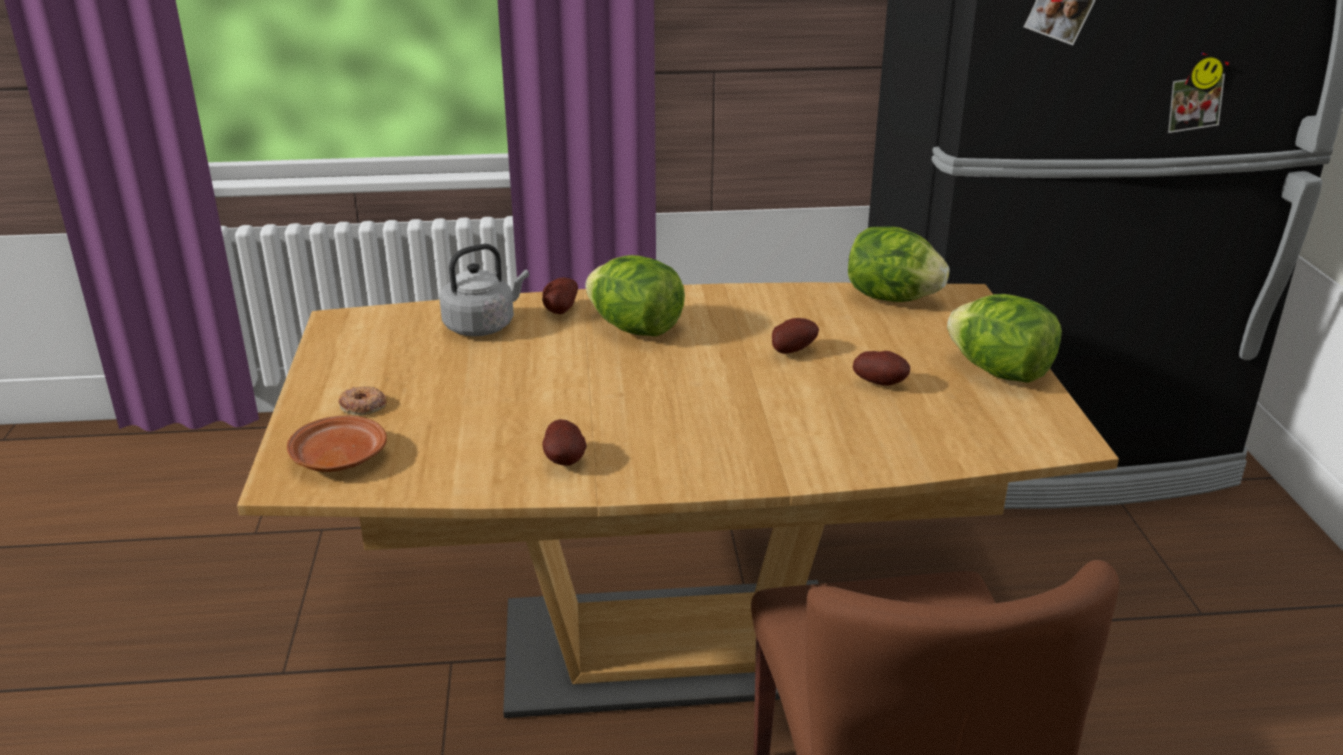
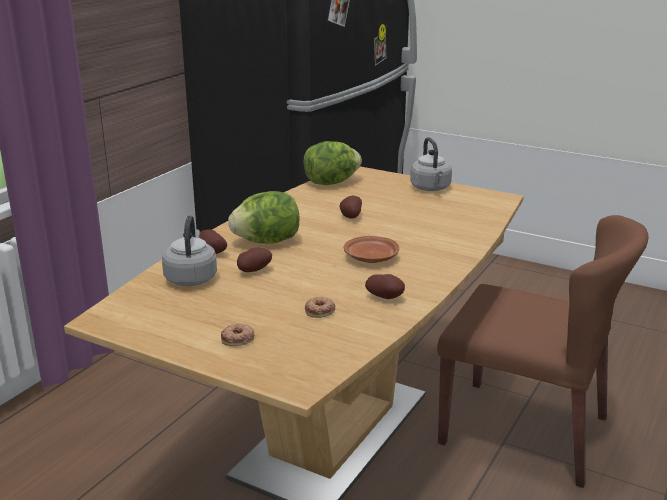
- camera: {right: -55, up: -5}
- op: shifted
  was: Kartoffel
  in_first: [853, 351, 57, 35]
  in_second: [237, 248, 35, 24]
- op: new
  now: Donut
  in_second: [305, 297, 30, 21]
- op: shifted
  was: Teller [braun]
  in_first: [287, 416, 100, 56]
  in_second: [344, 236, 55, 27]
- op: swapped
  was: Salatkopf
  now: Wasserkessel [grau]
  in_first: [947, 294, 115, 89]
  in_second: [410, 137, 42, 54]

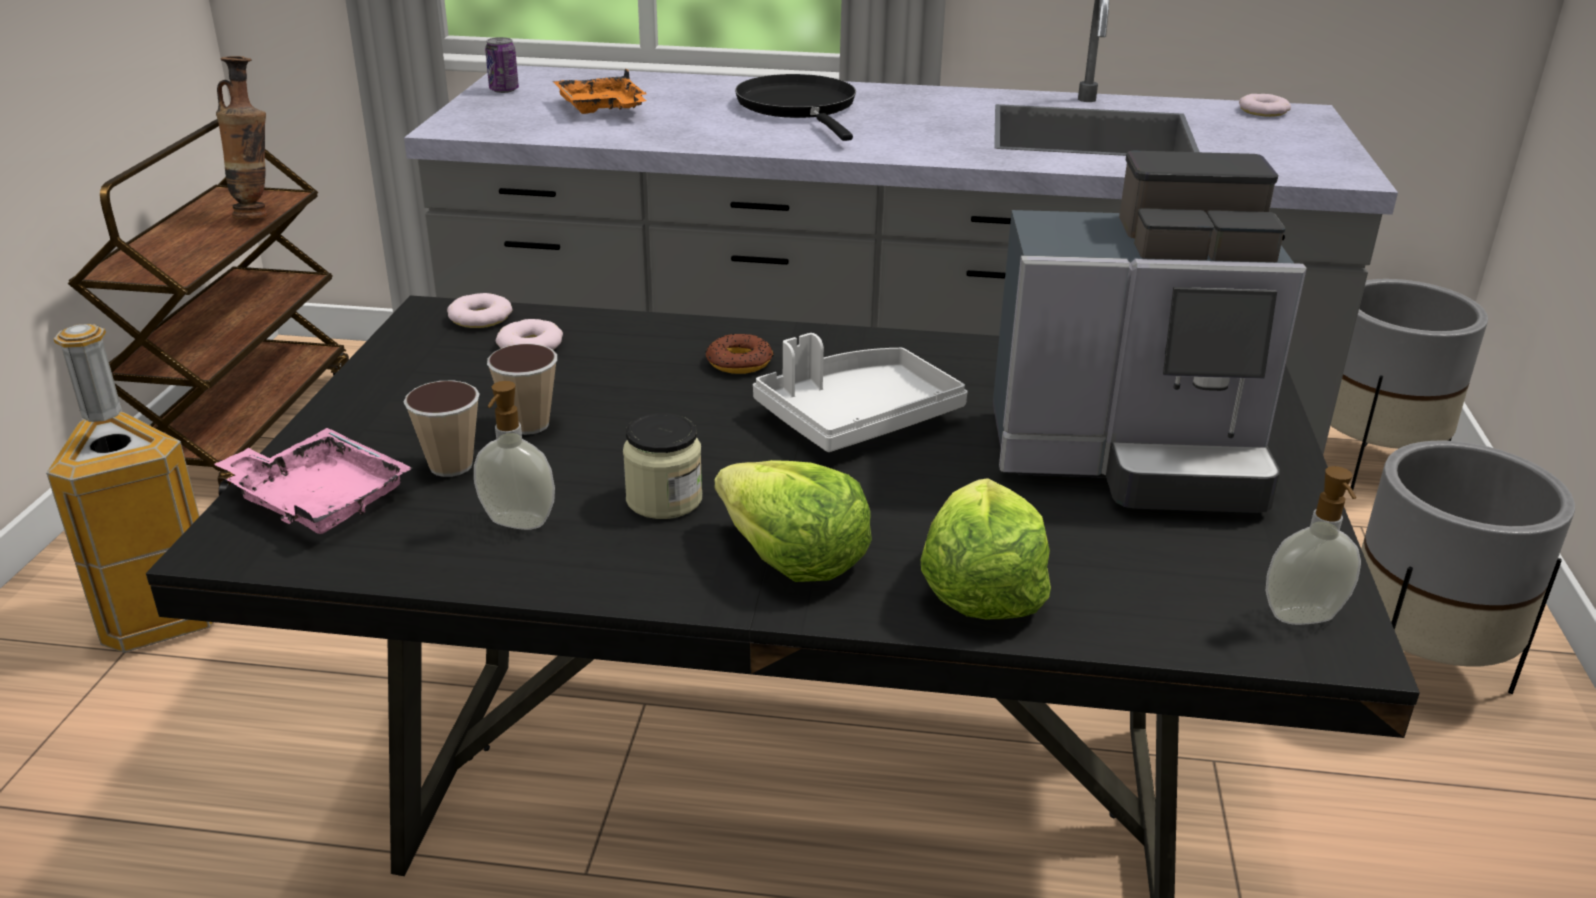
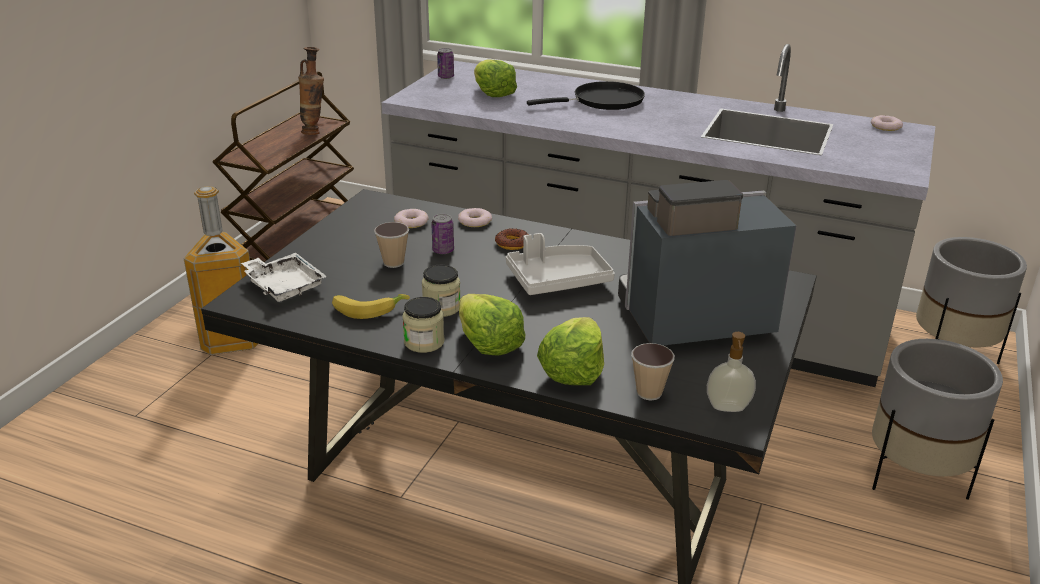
- camera: {right: 15, up: 0}
- op: repainted
  was: Tablett [rosa]
  now: Tablett [weiß]
  in_first: [214, 428, 198, 106]
  in_second: [241, 253, 86, 49]
- op: swapped
  was: Seifenspender
  now: Banane
  in_first: [474, 381, 81, 149]
  in_second: [332, 294, 78, 25]
- op: new
  now: Vorratsglas
  in_second: [402, 297, 42, 56]
- op: new
  now: Dose
  in_second: [431, 214, 23, 40]
- op: shifted
  was: Donut
  in_first: [447, 293, 65, 35]
  in_second: [458, 208, 34, 19]
- op: swapped
  was: Tablett [orange]
  now: Salatkopf
  in_first: [553, 68, 94, 46]
  in_second: [474, 60, 43, 37]
- op: rotated
  was: Pfanne [schwarz]
  in_first: [735, 74, 121, 67]
  in_second: [527, 81, 118, 29]
  clockwise: 75
- op: rotated
  was: Kaffeemaschine
  in_first: [993, 151, 314, 362]
  in_second: [618, 180, 178, 165]
  clockwise: 150
- op: shifted
  was: Tasse
  in_first: [404, 380, 76, 97]
  in_second: [631, 343, 44, 57]

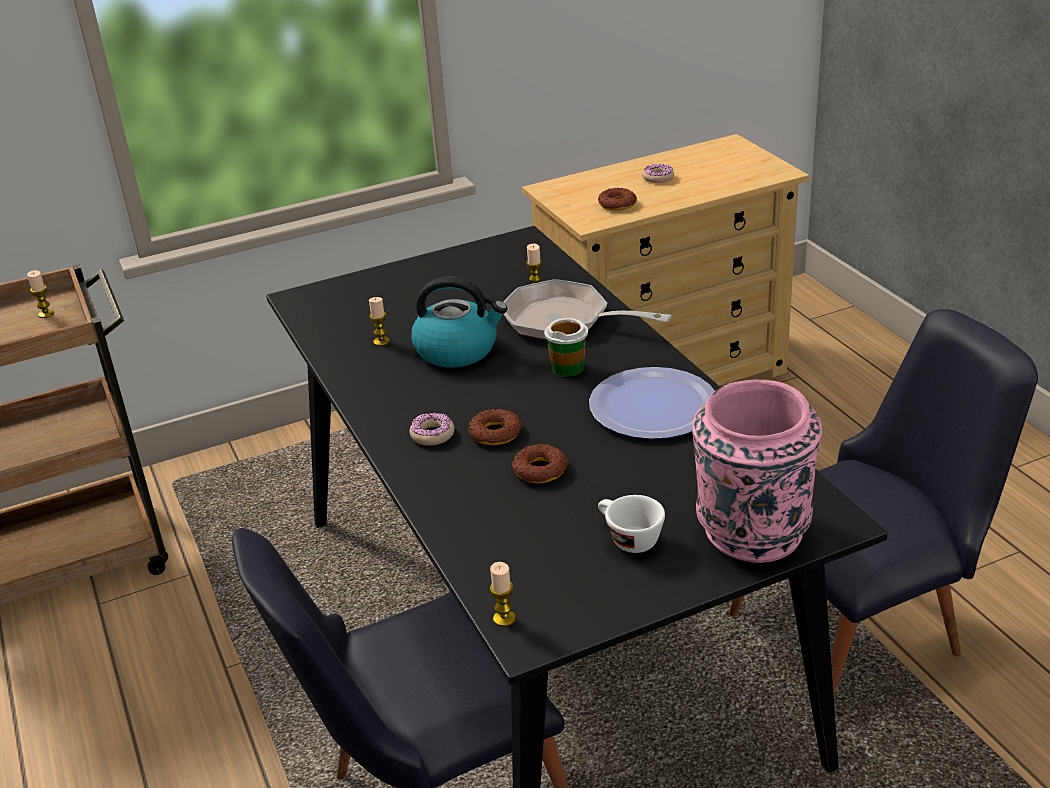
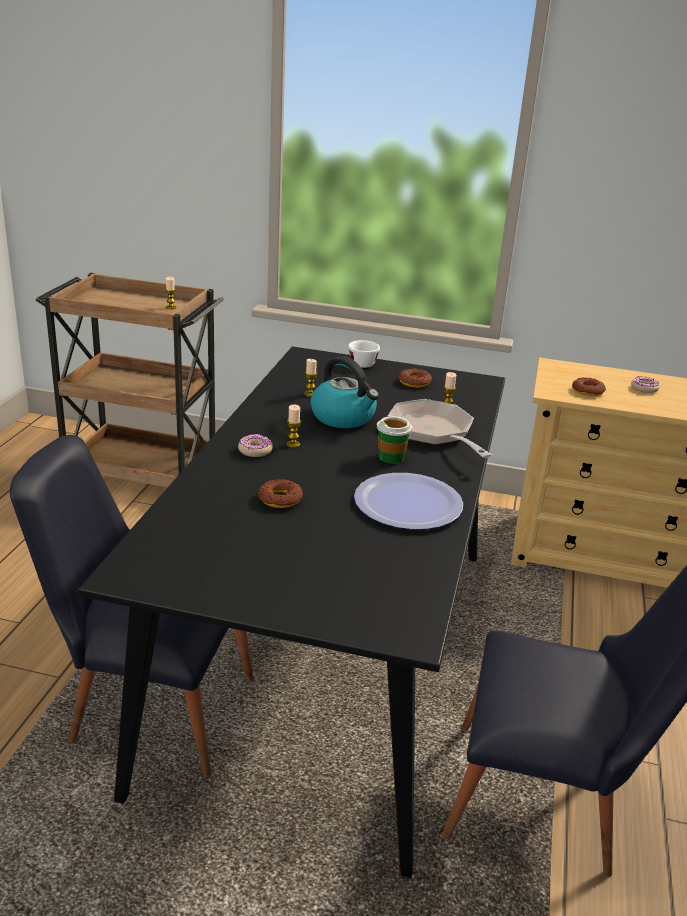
- camera: {right: 35, up: -5}
- op: shifted
  was: Kerze
  in_first: [490, 562, 26, 65]
  in_second: [286, 404, 15, 44]
- op: shifted
  was: Tasse [weiß]
  in_first: [598, 495, 67, 58]
  in_second: [348, 340, 32, 28]
- op: shifted
  was: Donut
  in_first: [468, 409, 53, 36]
  in_second: [398, 368, 34, 20]
- op: gone
  was: Vase [rosa]
  in_first: [692, 380, 130, 183]

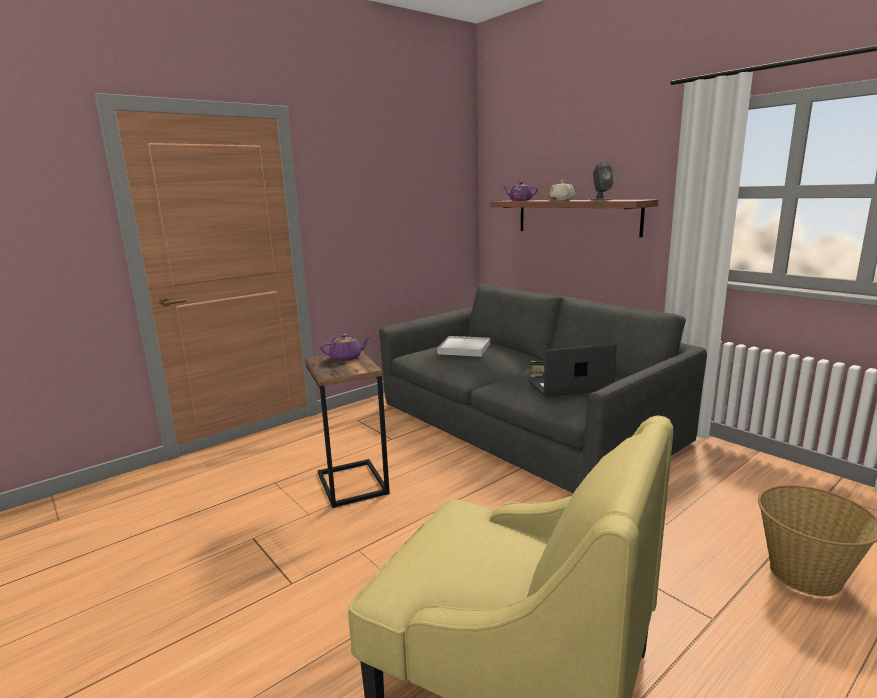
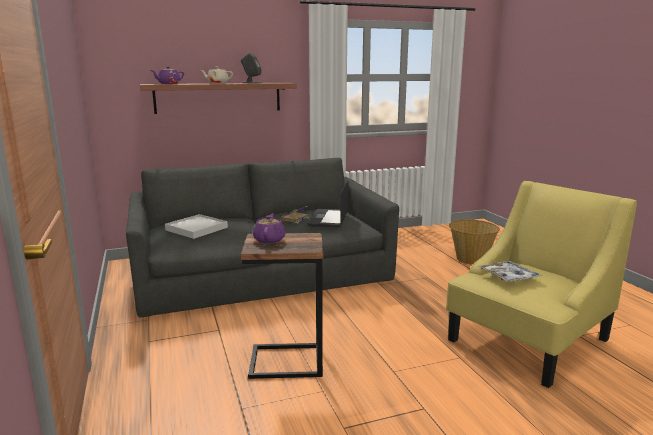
- camera: {right: -70, up: 0}
- op: new
  now: Tablett
  in_second: [479, 261, 63, 21]

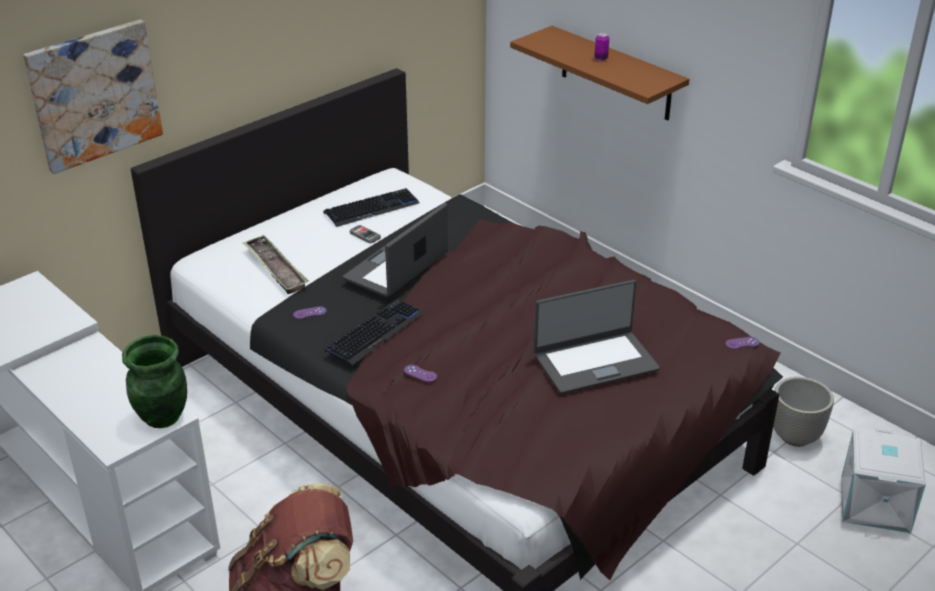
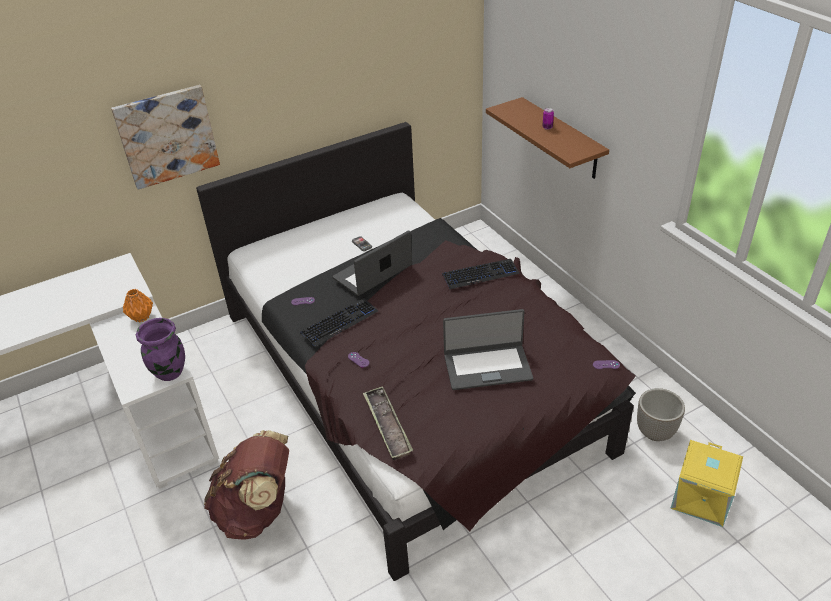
- camera: {right: 15, up: 5}
- op: new
  now: Vase [orange]
  in_second: [123, 289, 30, 34]
- op: repainted
  was: Vase [grün]
  now: Vase [lila]
  in_first: [122, 335, 65, 93]
  in_second: [136, 318, 49, 63]
- op: shifted
  was: Tablett
  in_first: [243, 234, 66, 60]
  in_second: [363, 386, 50, 74]
- op: shifted
  was: Tastatur
  in_first: [323, 188, 97, 39]
  in_second: [442, 259, 78, 30]
- op: repainted
  was: Aufbewahrungsbox [weiß]
  now: Aufbewahrungsbox [gelb]
  in_first: [841, 429, 85, 104]
  in_second: [670, 440, 73, 87]

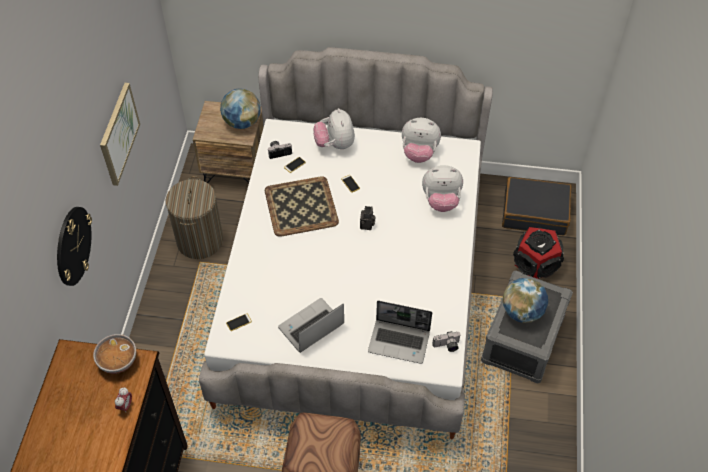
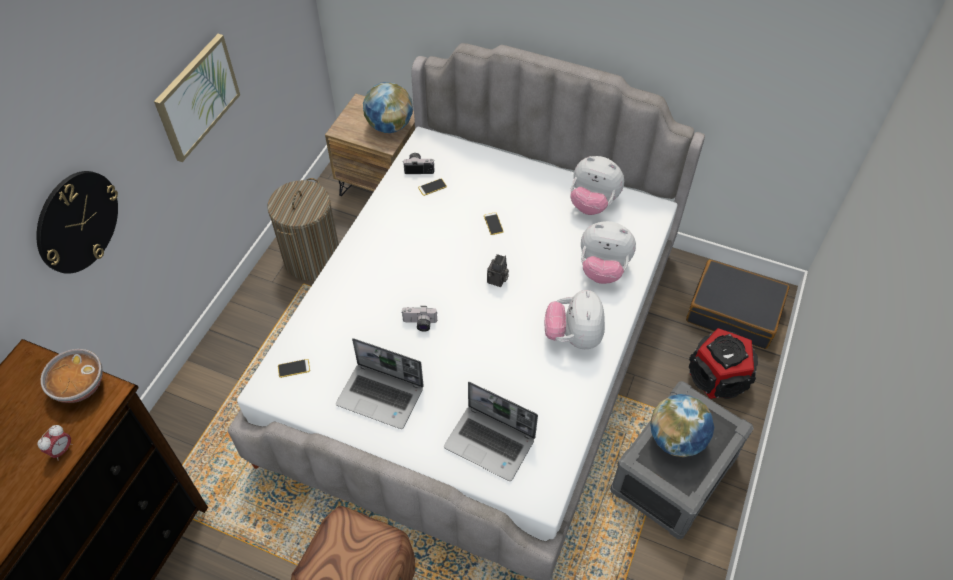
- camera: {right: 15, up: 0}
- op: rotated
  was: Laptop
  in_first: [278, 298, 66, 55]
  in_second: [336, 338, 88, 91]
  clockwise: -135
- op: shifted
  was: Kamera
  in_first: [432, 331, 29, 21]
  in_second: [401, 306, 36, 26]
- op: shifted
  was: Plüschtier
  in_first: [313, 108, 42, 41]
  in_second: [545, 290, 60, 59]
- op: gone
  was: Tablett
  in_first: [265, 176, 74, 61]

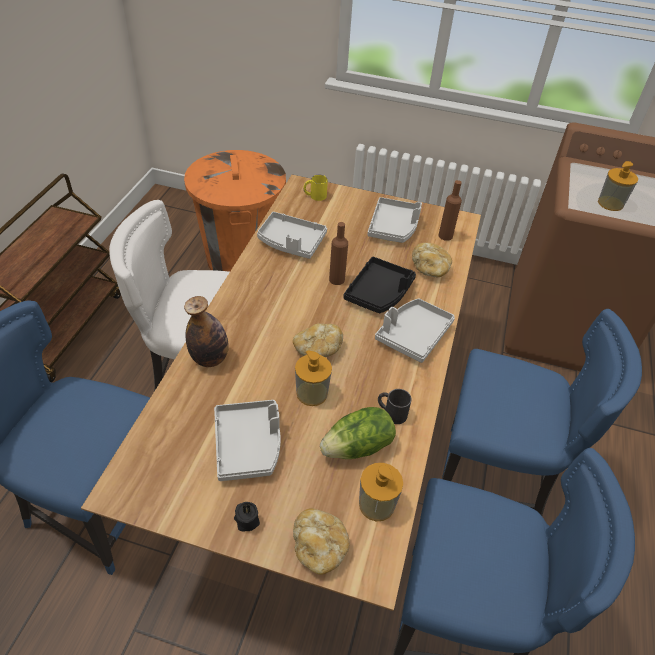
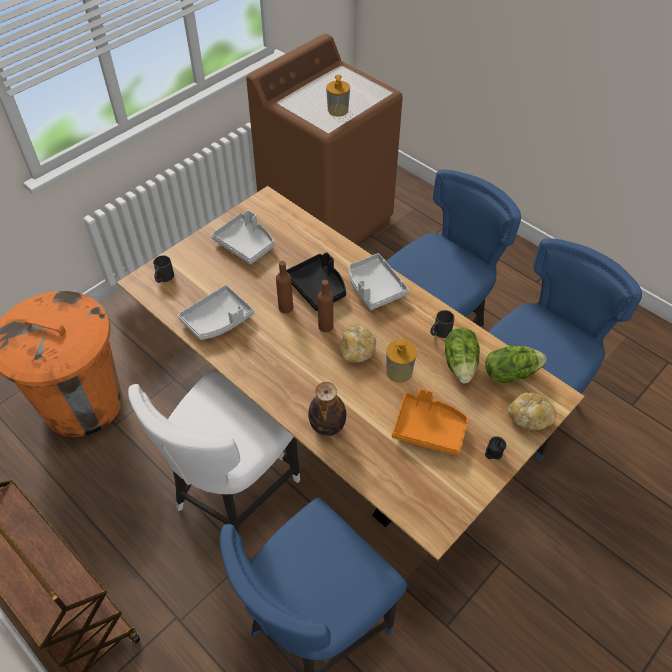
- camera: {right: -60, up: 5}
- op: repainted
  was: Henkelbecher [gelb]
  now: Henkelbecher [schwarz]
  in_first: [303, 175, 25, 26]
  in_second: [153, 255, 21, 28]
- op: shifted
  was: Flasche [braun]
  in_first: [438, 180, 24, 61]
  in_second: [318, 280, 15, 52]
- op: repainted
  was: Tablett [grau]
  now: Tablett [orange]
  in_first: [214, 400, 67, 81]
  in_second: [392, 388, 76, 68]
- op: swapped
  was: Seifenspender
  now: Salatkopf
  in_first: [359, 463, 44, 58]
  in_second: [485, 346, 61, 37]
- op: gone
  was: Brot
  in_first: [412, 243, 40, 34]

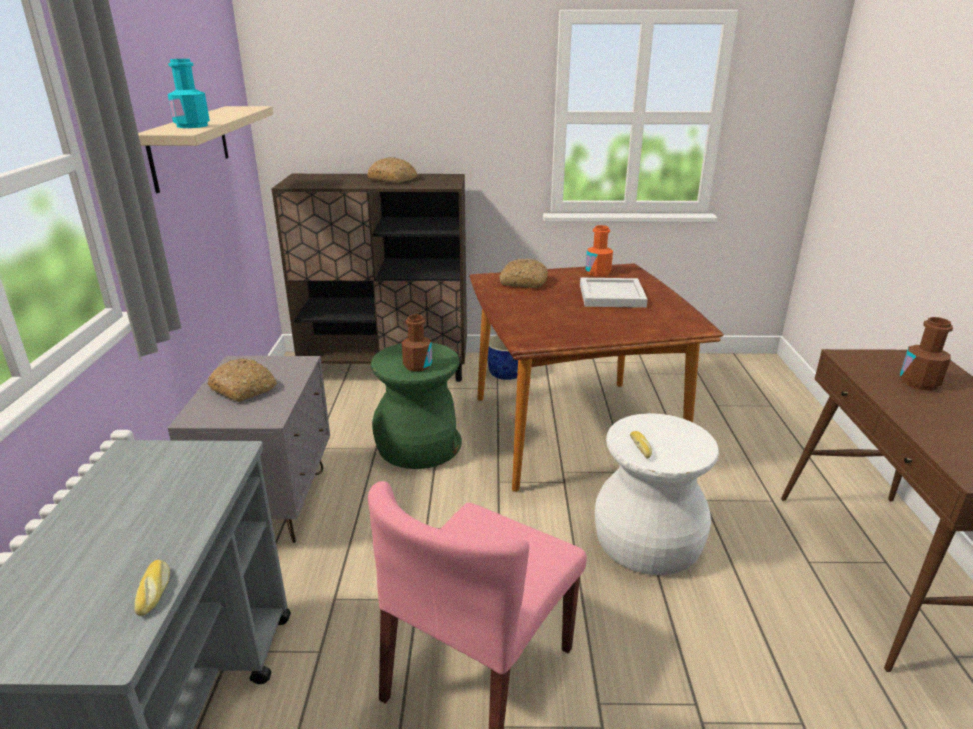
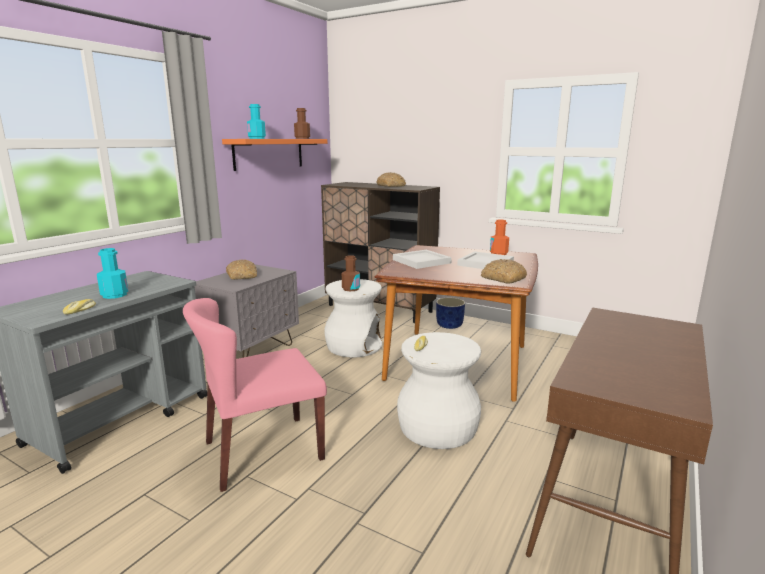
- camera: {right: 30, up: -10}
- op: new
  now: Flasche [türkis]
  in_second: [97, 248, 31, 51]
- op: repainted
  was: Wandregal [beige]
  now: Wandregal [orange]
  in_first: [138, 106, 135, 87]
  in_second: [222, 139, 105, 32]
- op: shifted
  was: Flasche [braun]
  in_first: [900, 317, 53, 74]
  in_second: [294, 108, 16, 31]
- op: repainted
  was: Hocker [grün]
  now: Hocker [weiß]
  in_first: [371, 343, 91, 126]
  in_second: [324, 279, 58, 79]
- op: new
  now: Tablett [weiß]
  in_second: [393, 250, 59, 19]
- op: shifted
  was: Brot
  in_first: [499, 259, 49, 29]
  in_second: [481, 259, 46, 25]

